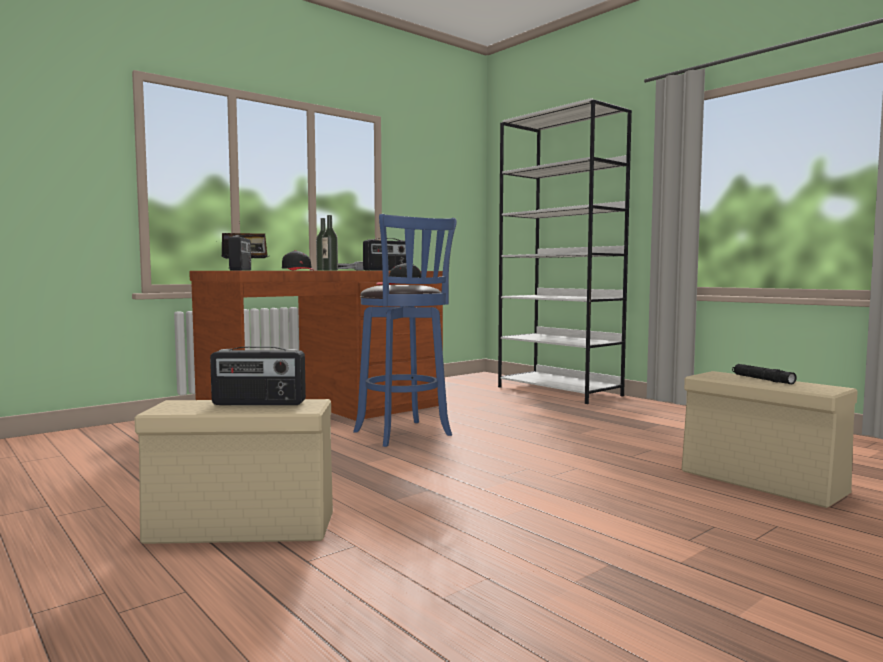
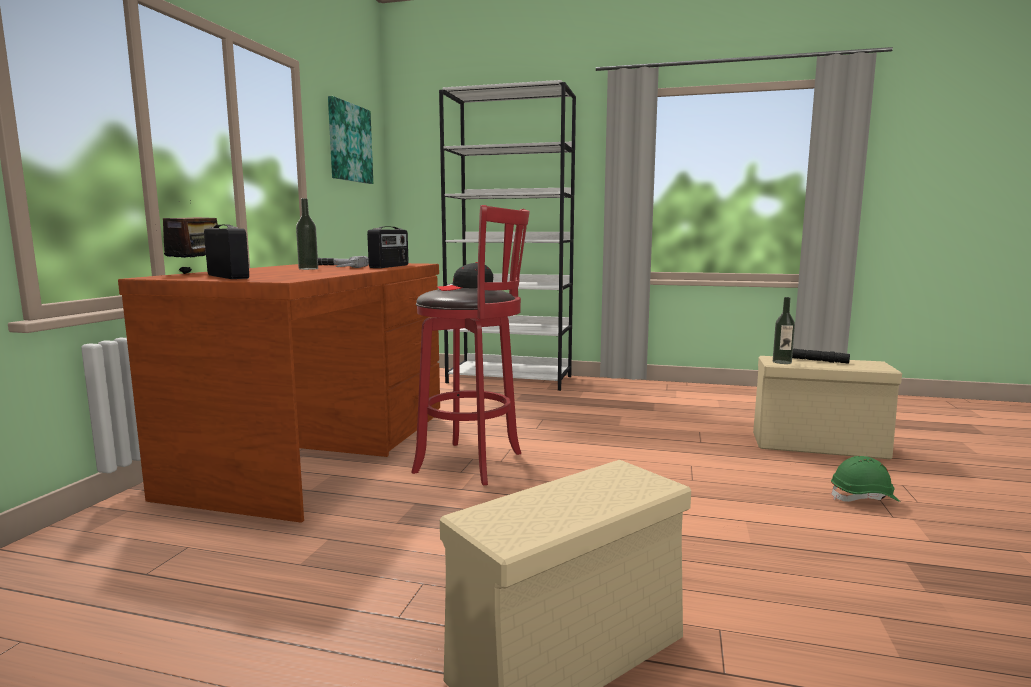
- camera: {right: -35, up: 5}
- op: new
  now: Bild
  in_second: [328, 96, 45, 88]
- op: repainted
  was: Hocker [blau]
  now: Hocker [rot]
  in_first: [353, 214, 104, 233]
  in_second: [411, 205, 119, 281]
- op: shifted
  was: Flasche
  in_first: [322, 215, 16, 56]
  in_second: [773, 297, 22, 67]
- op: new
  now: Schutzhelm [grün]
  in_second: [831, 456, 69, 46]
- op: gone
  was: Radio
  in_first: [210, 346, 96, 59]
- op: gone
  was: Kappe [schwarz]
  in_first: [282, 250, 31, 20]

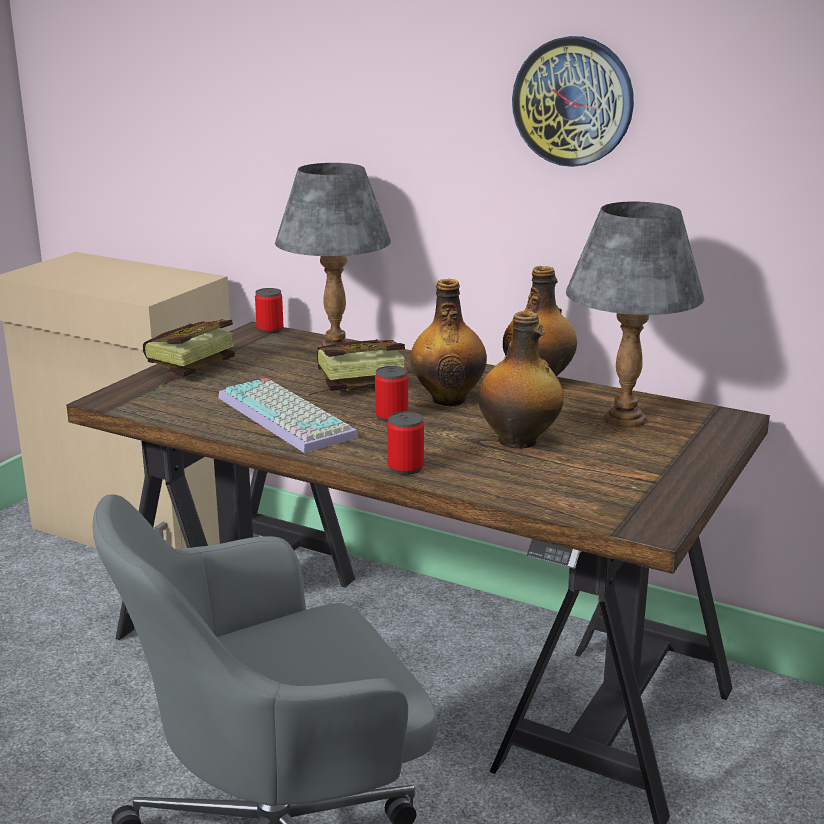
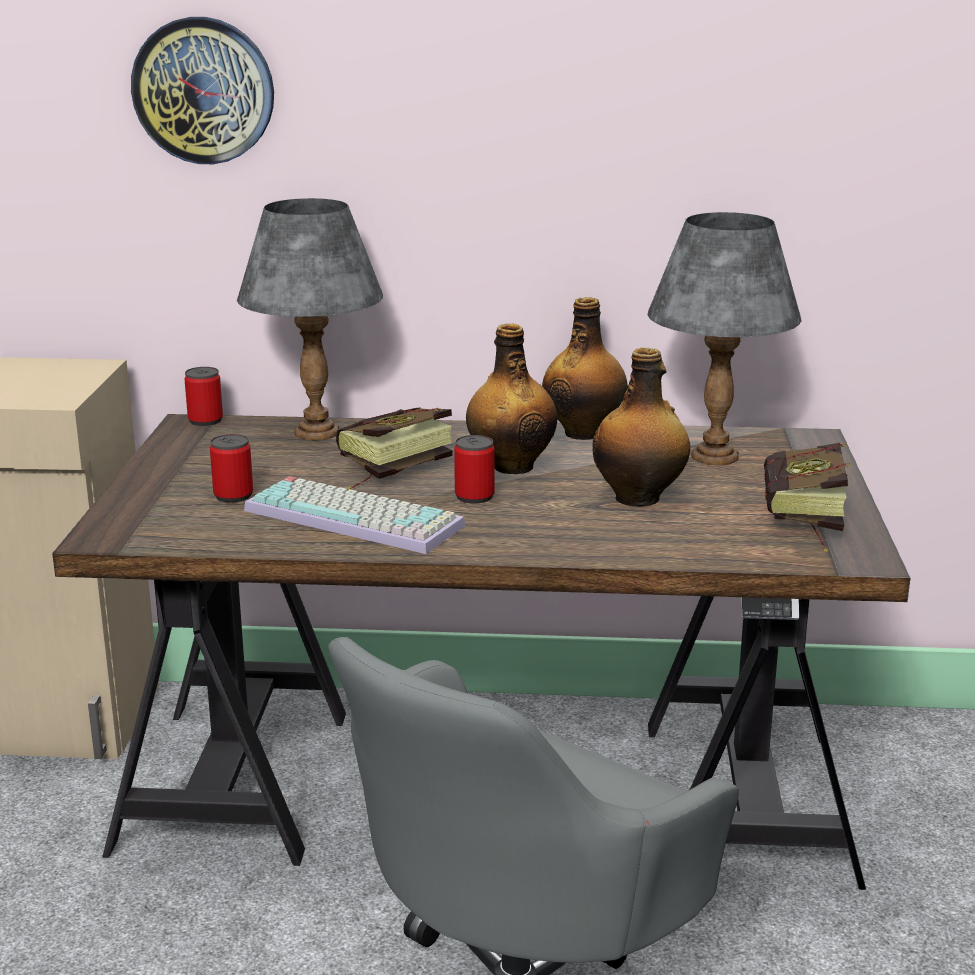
- camera: {right: -25, up: 0}
- op: shifted
  was: Wanduhr
  in_first: [512, 36, 122, 131]
  in_second: [131, 17, 143, 147]
- op: shifted
  was: Dose
  in_first: [387, 411, 37, 64]
  in_second: [210, 434, 43, 68]
- op: shifted
  was: Buch
  in_first: [143, 319, 92, 69]
  in_second: [764, 443, 88, 108]

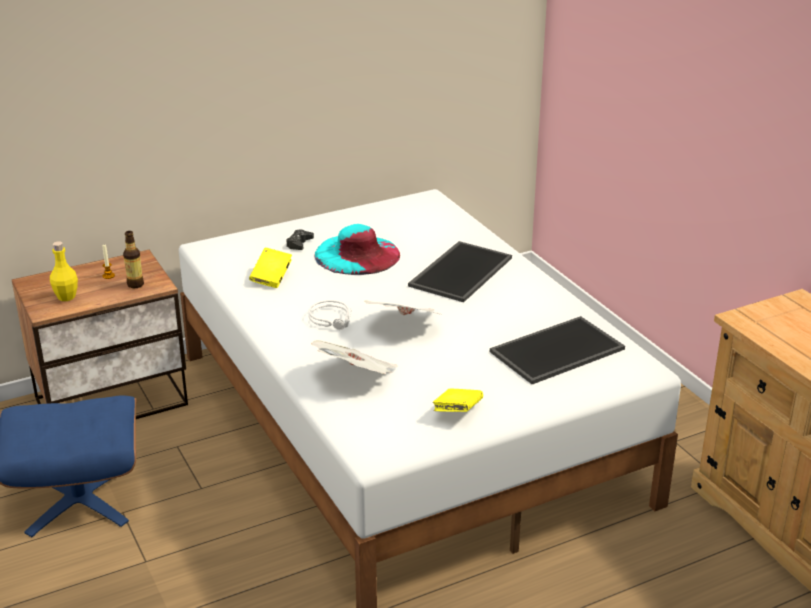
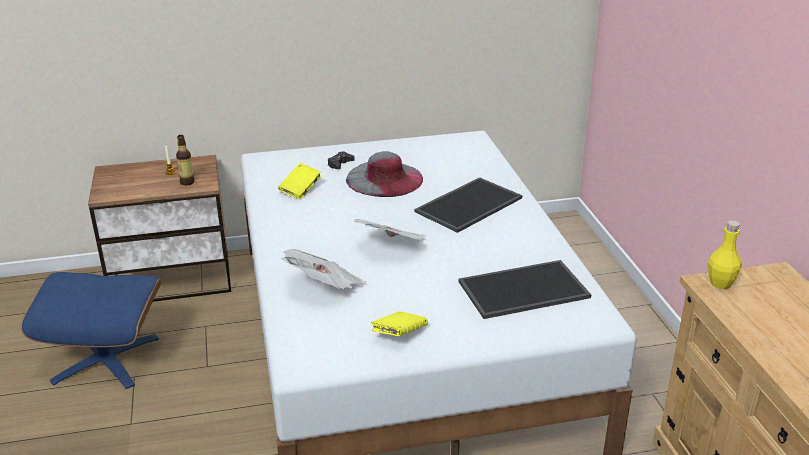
- camera: {right: 15, up: 0}
- op: repainted
  was: Hut [türkis]
  now: Hut [grau]
  in_first: [314, 224, 86, 51]
  in_second: [346, 151, 77, 46]
- op: shifted
  was: Flasche [gelb]
  in_first: [50, 241, 28, 60]
  in_second: [708, 221, 34, 68]
- op: gone
  was: Kopfhörer [grau]
  in_first: [309, 300, 43, 30]

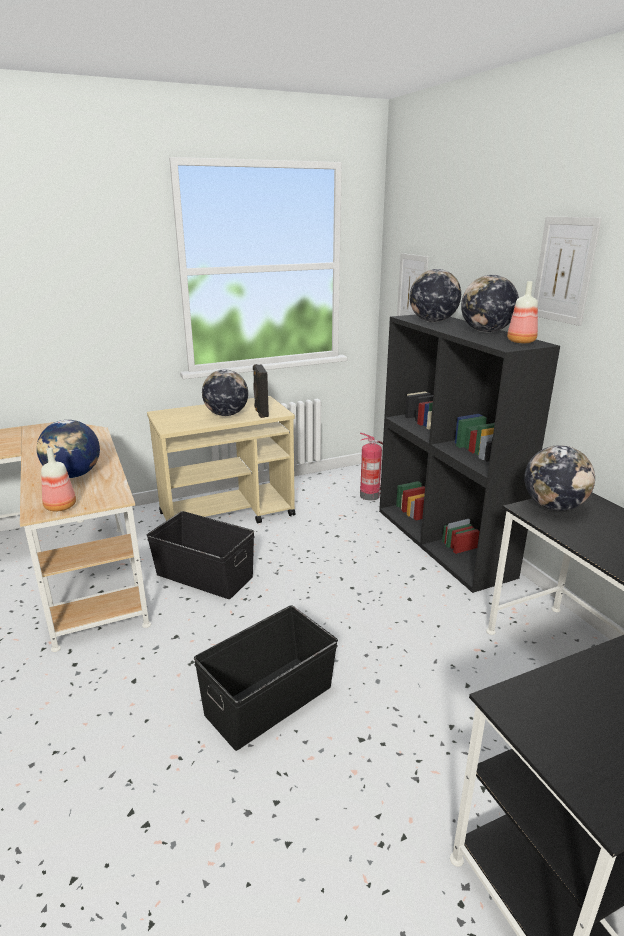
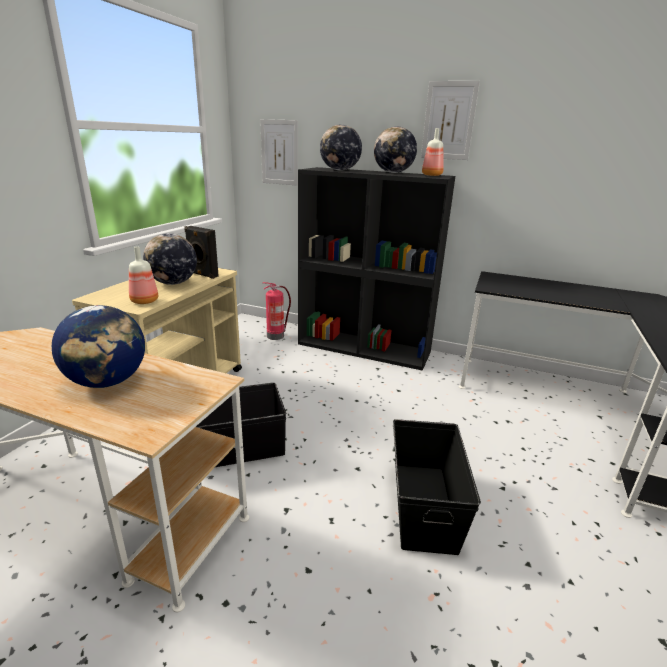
- camera: {right: -45, up: 0}
- op: shifted
  was: Flasche
  in_first: [41, 448, 35, 64]
  in_second: [129, 246, 29, 58]
- op: gone
  was: Globus
  in_first: [524, 445, 71, 66]

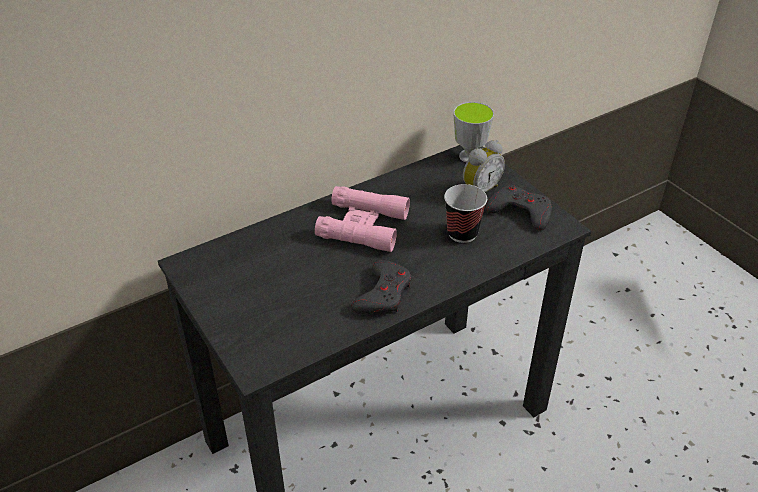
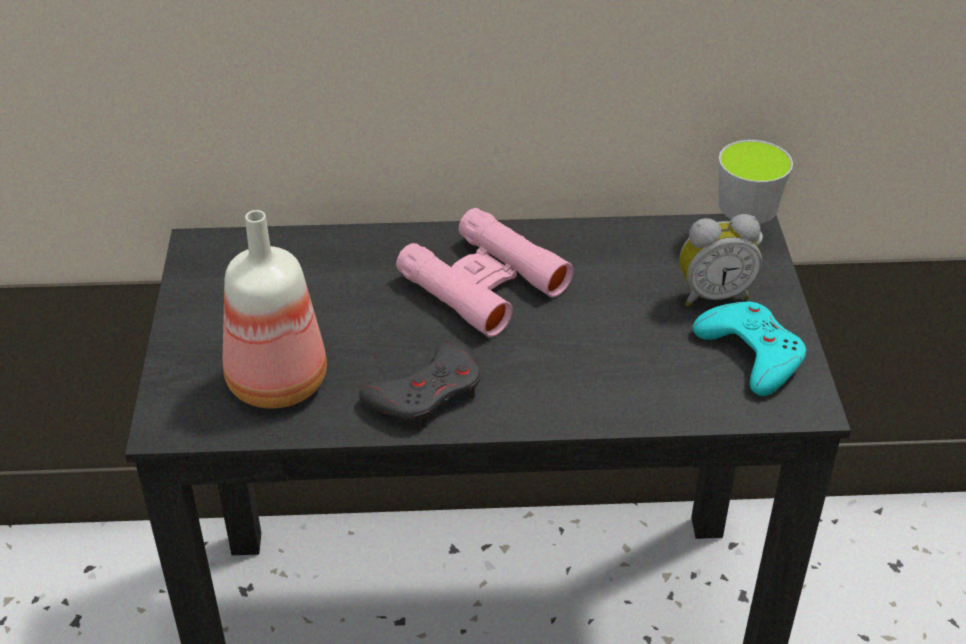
- camera: {right: 30, up: 0}
- op: new
  now: Flasche
  in_second: [223, 210, 104, 199]
- op: repainted
  was: Gamepad [grau]
  now: Gamepad [türkis]
  in_first: [485, 185, 67, 45]
  in_second: [692, 301, 114, 95]
- op: gone
  was: Tasse
  in_first: [444, 184, 43, 59]

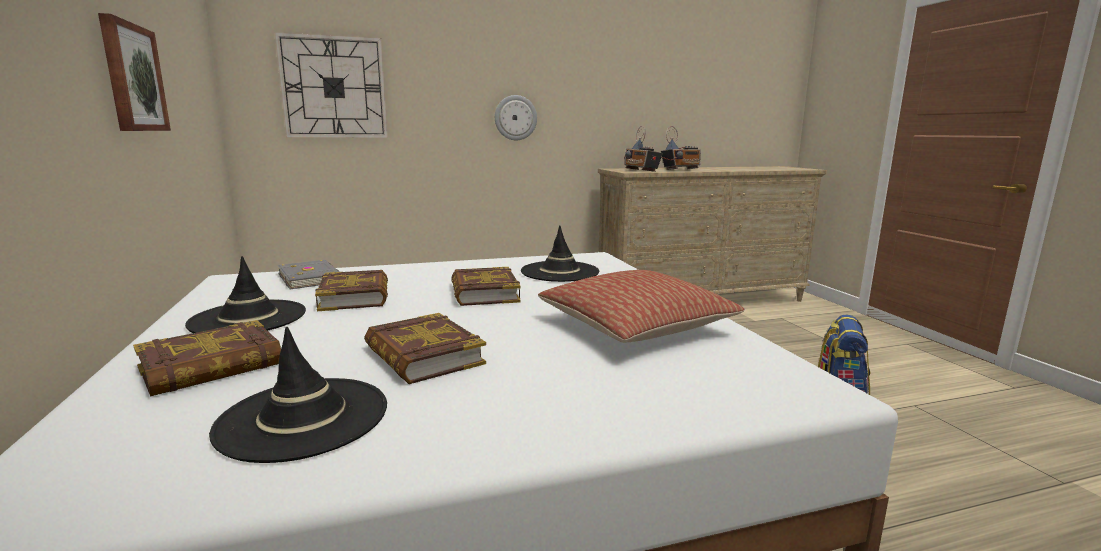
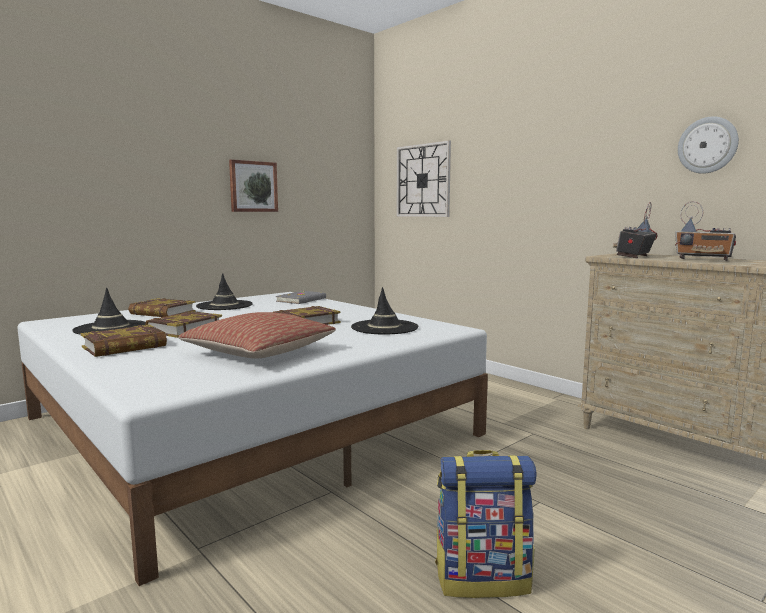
- camera: {right: 65, up: -5}
- op: shifted
  was: Buch
  in_first: [315, 270, 73, 41]
  in_second: [81, 324, 86, 33]
- op: shifted
  was: Wanduhr
  in_first: [495, 95, 42, 45]
  in_second: [678, 116, 61, 58]

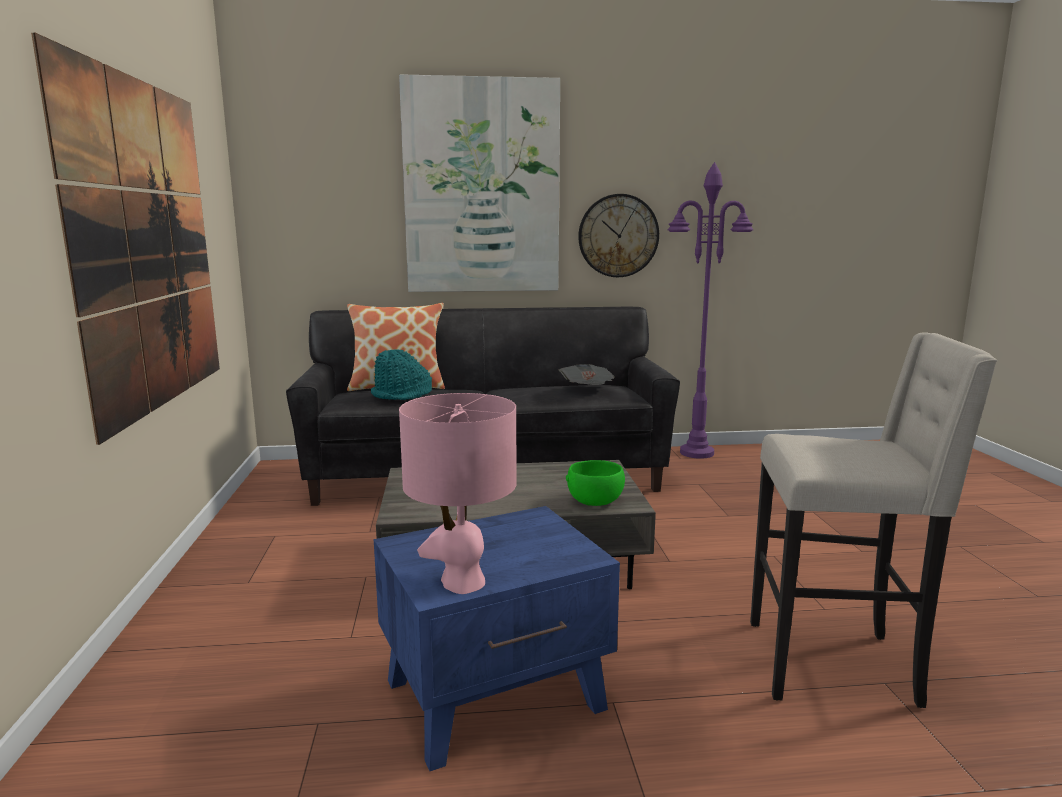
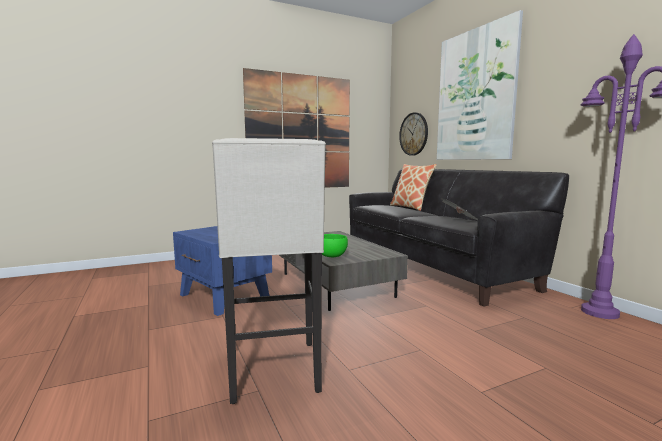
- camera: {right: 70, up: -5}
- op: shifted
  was: Wanduhr
  in_first: [578, 194, 81, 83]
  in_second: [399, 112, 29, 44]
- op: gone
  was: Hut [türkis]
  in_first: [371, 349, 61, 51]
- op: gone
  was: Tischlampe [rosa]
  in_first: [399, 393, 118, 201]

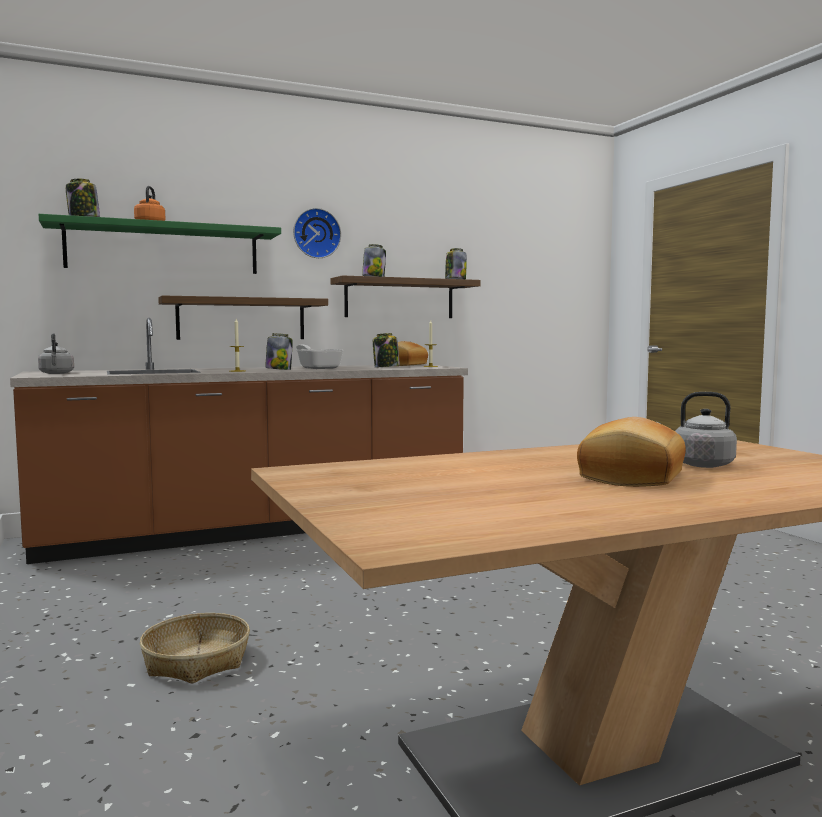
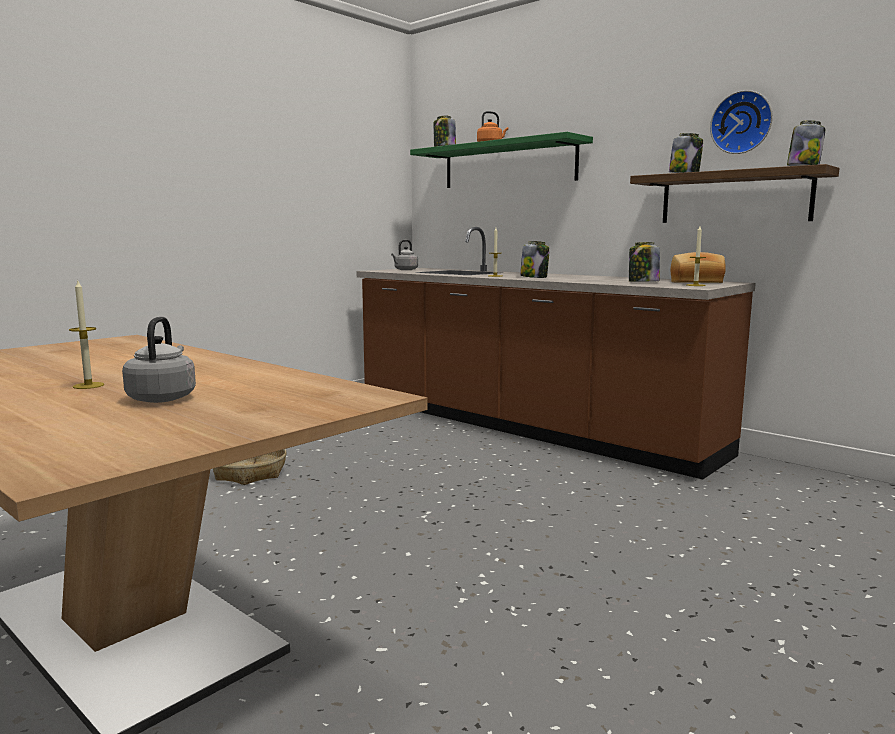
- camera: {right: 65, up: 5}
- op: swapped
  was: Brot
  now: Kerze
  in_first: [577, 417, 109, 70]
  in_second: [69, 279, 35, 110]
- op: shifted
  was: Wanduhr
  in_first: [293, 208, 48, 50]
  in_second: [710, 90, 63, 64]
- op: gone
  was: Wandregal
  in_first: [158, 295, 170, 45]
- op: gone
  was: Pfanne
  in_first: [296, 345, 48, 24]

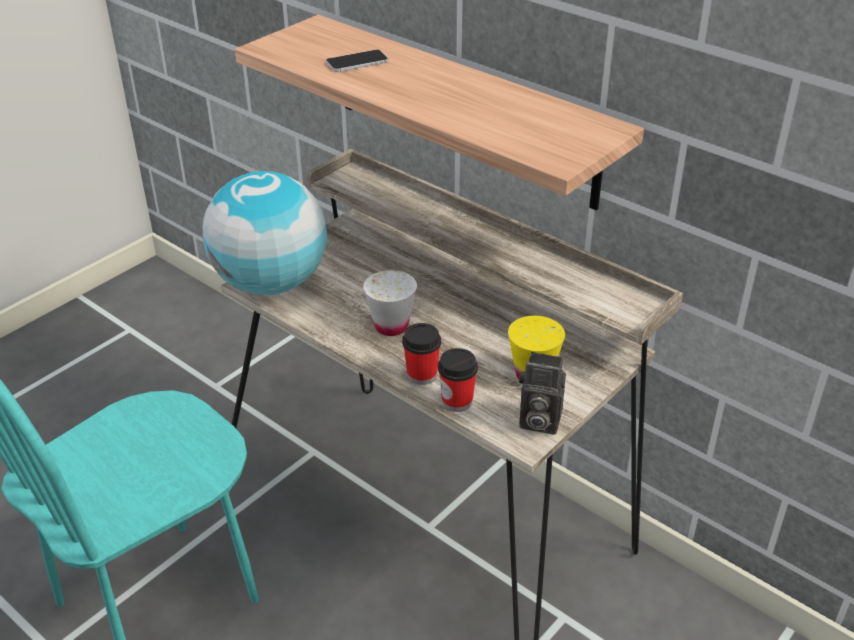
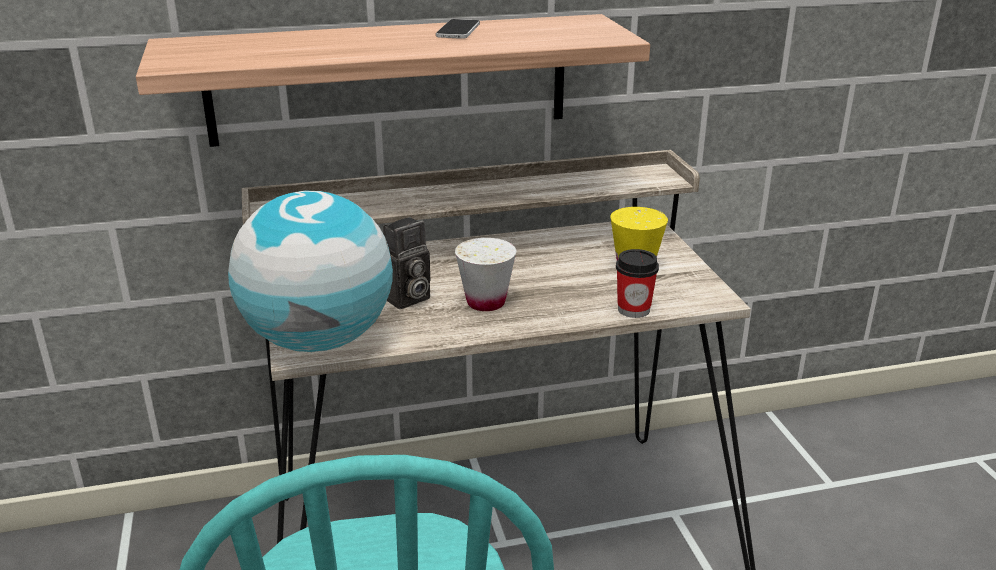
- camera: {right: -55, up: -10}
- op: shifted
  was: Kamera
  in_first: [519, 352, 47, 83]
  in_second: [383, 217, 47, 92]
- op: shifted
  was: Handy
  in_first: [326, 50, 62, 22]
  in_second: [436, 19, 44, 20]
- op: gone
  was: Tasse
  in_first: [402, 323, 39, 62]

